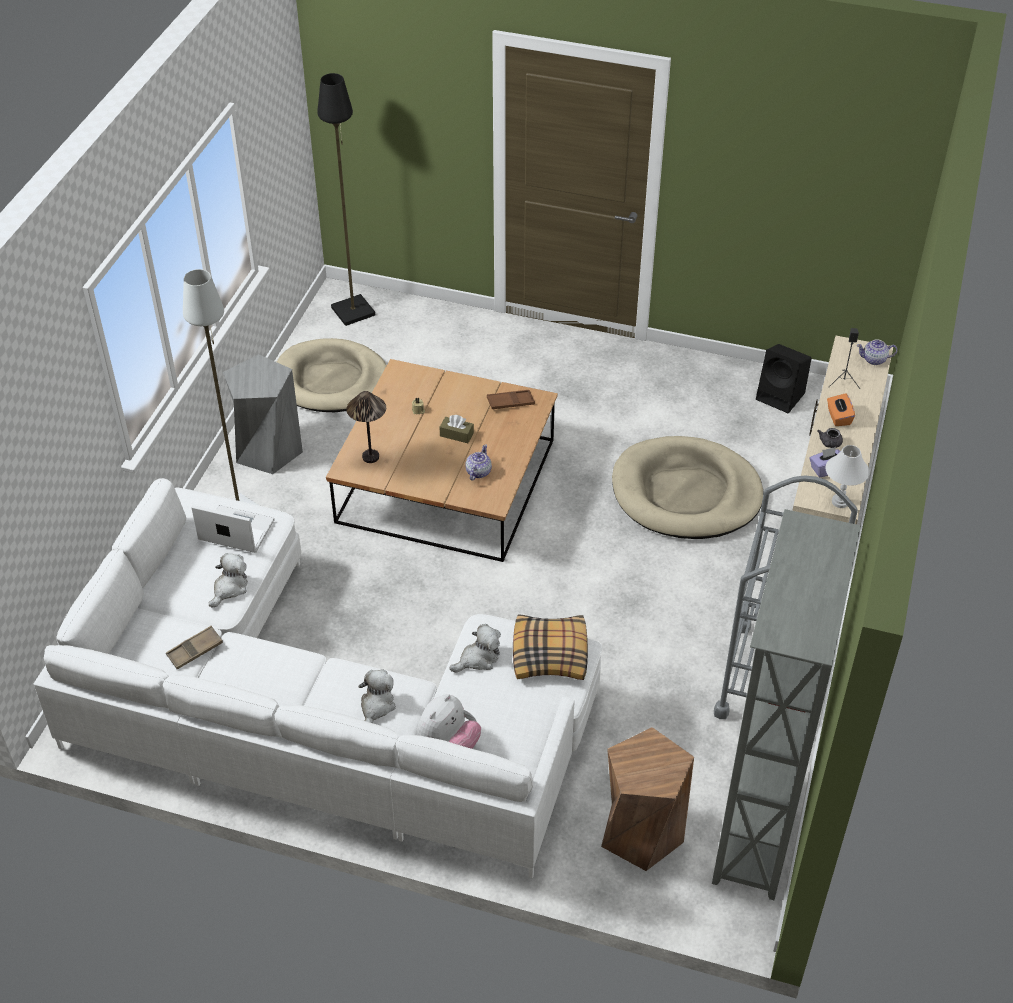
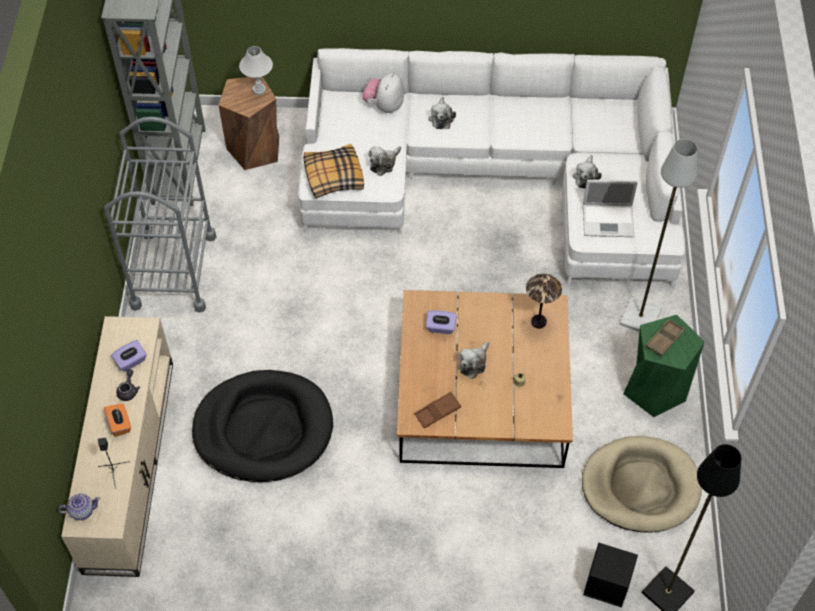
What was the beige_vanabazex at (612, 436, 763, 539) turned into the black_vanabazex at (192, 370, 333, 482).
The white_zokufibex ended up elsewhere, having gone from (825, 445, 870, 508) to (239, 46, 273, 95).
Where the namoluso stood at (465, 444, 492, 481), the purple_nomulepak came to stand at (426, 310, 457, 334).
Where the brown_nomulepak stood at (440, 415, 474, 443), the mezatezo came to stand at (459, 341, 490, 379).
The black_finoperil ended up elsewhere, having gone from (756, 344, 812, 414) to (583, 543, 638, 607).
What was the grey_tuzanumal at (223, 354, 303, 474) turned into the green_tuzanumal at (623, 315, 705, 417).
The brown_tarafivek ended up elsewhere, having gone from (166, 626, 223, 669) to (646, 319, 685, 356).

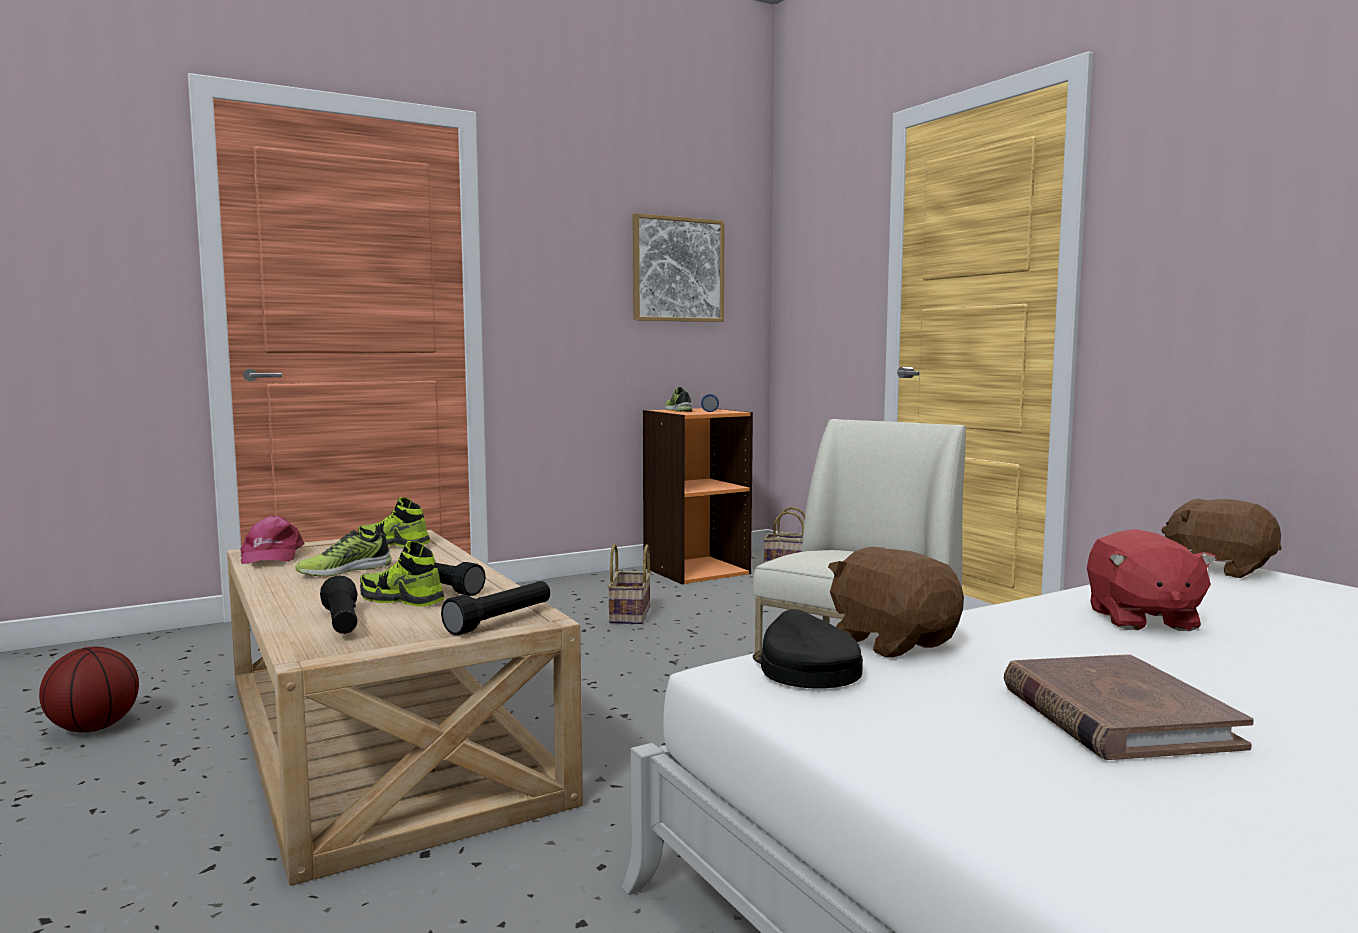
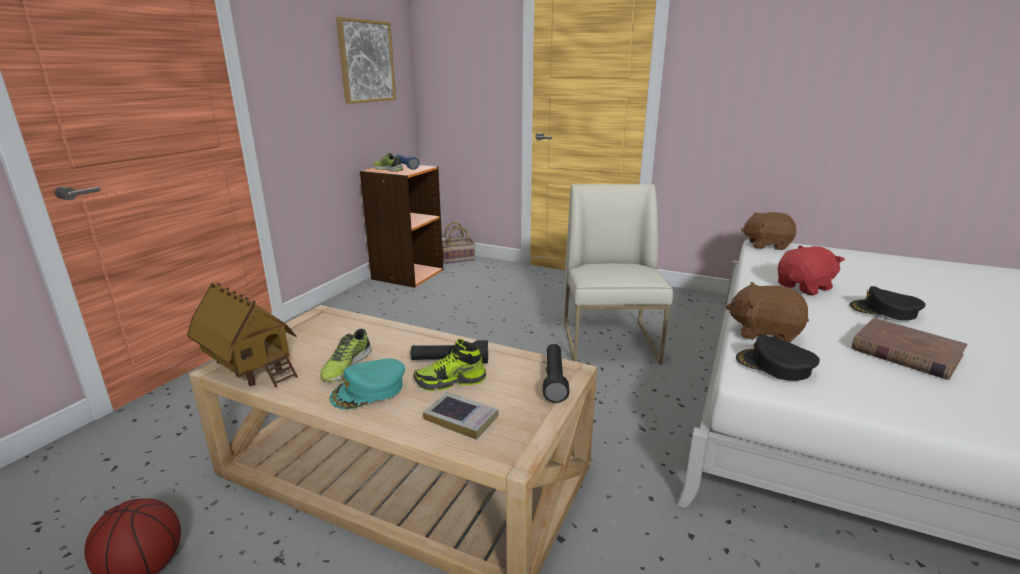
Where the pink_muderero stood at (240, 515, 304, 564), the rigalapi came to stand at (187, 283, 298, 387).
The second view gained the turquoise_muderero at (329, 358, 405, 409).
Where the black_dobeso stood at (320, 575, 358, 634), the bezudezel came to stand at (423, 392, 499, 440).
The red_mezatezo at (1087, 529, 1217, 631) ended up facing another way, 90 degrees counterclockwise from before.
The second view gained the black_muderero at (850, 286, 925, 320).
The second view lost the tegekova at (358, 497, 430, 547).
The second view lost the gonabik at (608, 544, 651, 624).

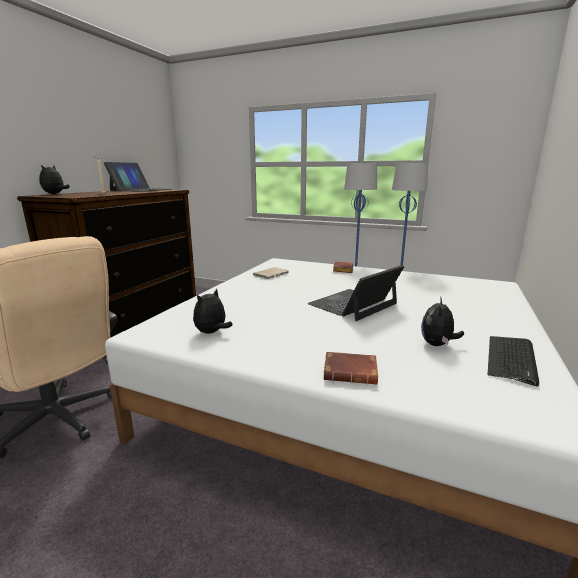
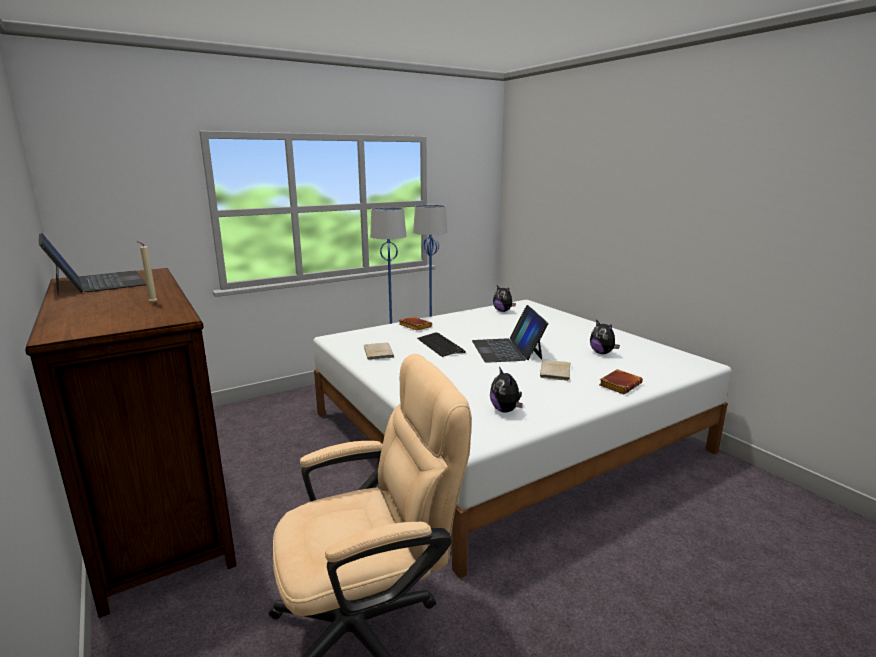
The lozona ended up elsewhere, having gone from (488, 336, 539, 387) to (417, 332, 466, 357).
The mezatezo ended up elsewhere, having gone from (39, 165, 70, 194) to (493, 285, 516, 312).
The second view gained the beige_bezudezel at (540, 360, 570, 381).

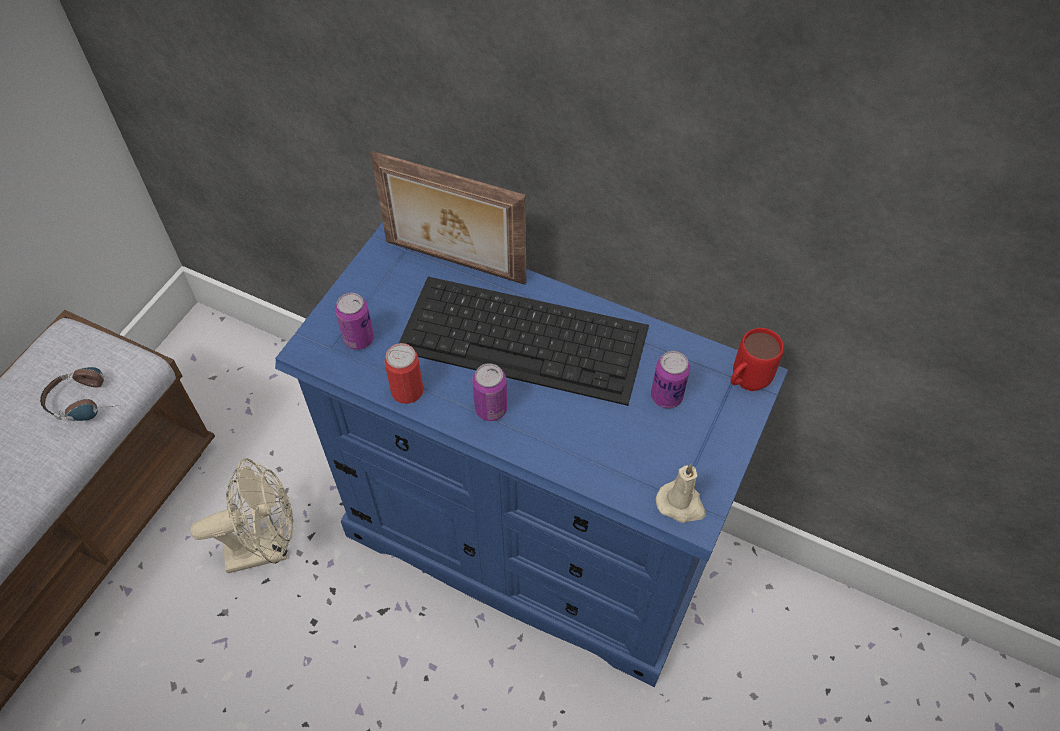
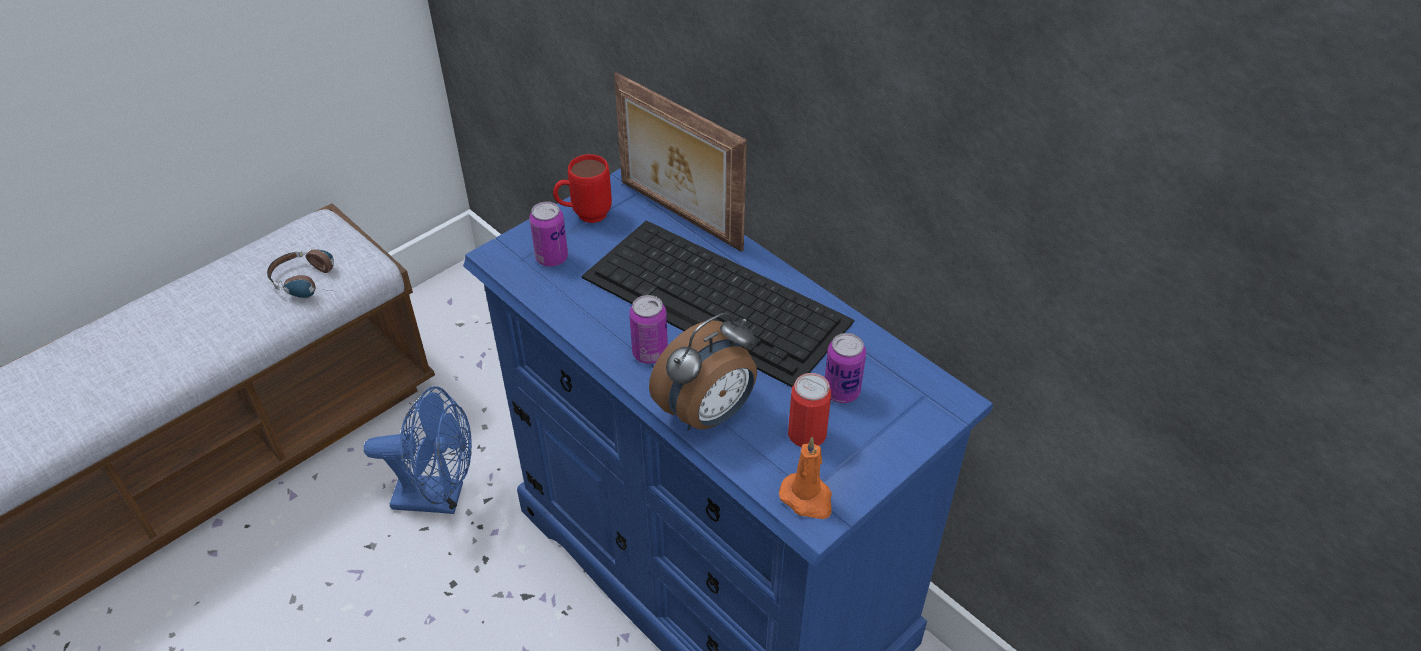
What was the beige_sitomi at (190, 458, 293, 573) turned into the blue_sitomi at (364, 386, 472, 514).
The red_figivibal ended up elsewhere, having gone from (730, 328, 784, 391) to (553, 154, 612, 223).
The second view gained the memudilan at (649, 313, 757, 431).
What was the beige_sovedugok at (656, 464, 706, 523) turned into the orange_sovedugok at (779, 437, 832, 519).
The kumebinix ended up elsewhere, having gone from (384, 343, 424, 404) to (788, 373, 831, 447).

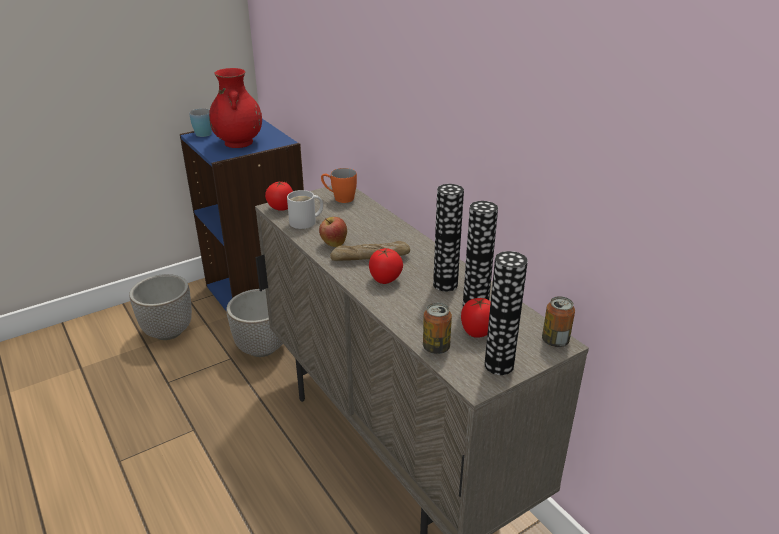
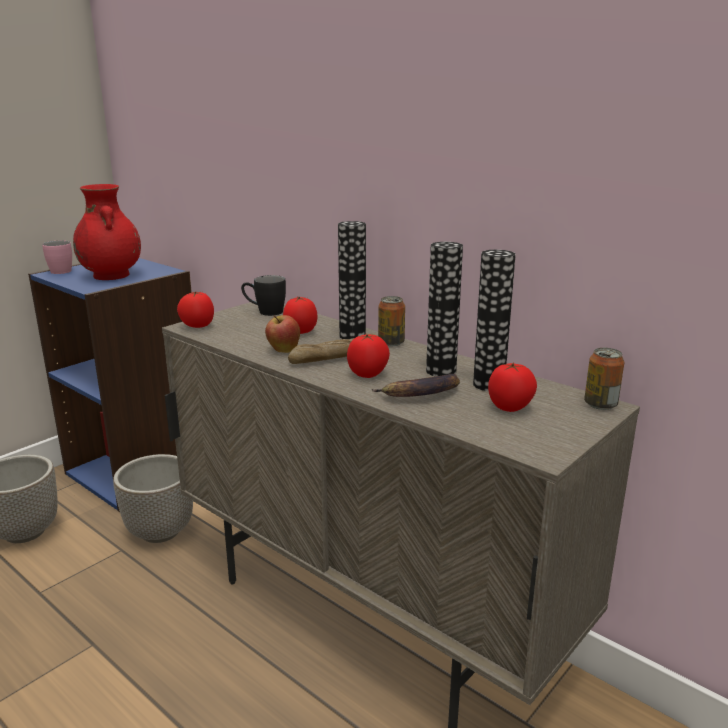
What was the blue_figivibal at (189, 109, 212, 137) turned into the pink_figivibal at (42, 241, 72, 274).
What was the orange_figivibal at (321, 168, 357, 203) turned into the black_figivibal at (241, 275, 286, 316).
The second view gained the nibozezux at (283, 296, 317, 334).
The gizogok ended up elsewhere, having gone from (484, 251, 528, 375) to (338, 221, 366, 339).
The second view gained the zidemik at (372, 374, 460, 397).
The kumebinix ended up elsewhere, having gone from (423, 303, 452, 354) to (378, 296, 405, 346).
The second view lost the white_figivibal at (287, 190, 323, 229).

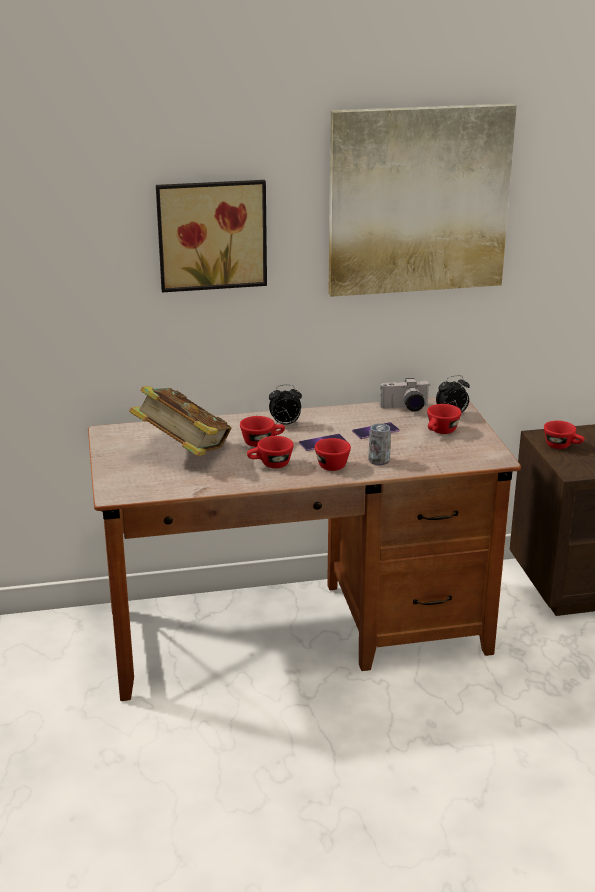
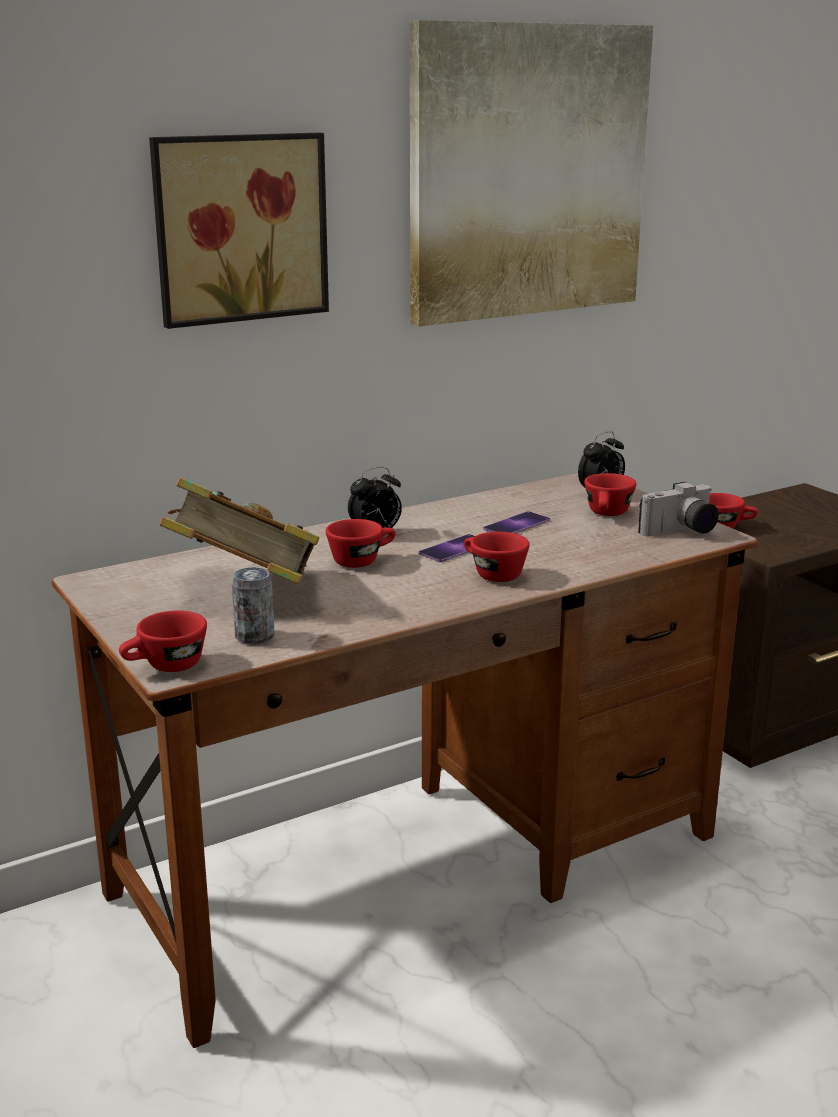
The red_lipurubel ended up elsewhere, having gone from (247, 436, 294, 468) to (119, 610, 207, 672).
The kumebinix ended up elsewhere, having gone from (369, 423, 391, 465) to (232, 567, 275, 644).
The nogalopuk ended up elsewhere, having gone from (380, 378, 429, 412) to (638, 482, 719, 536).

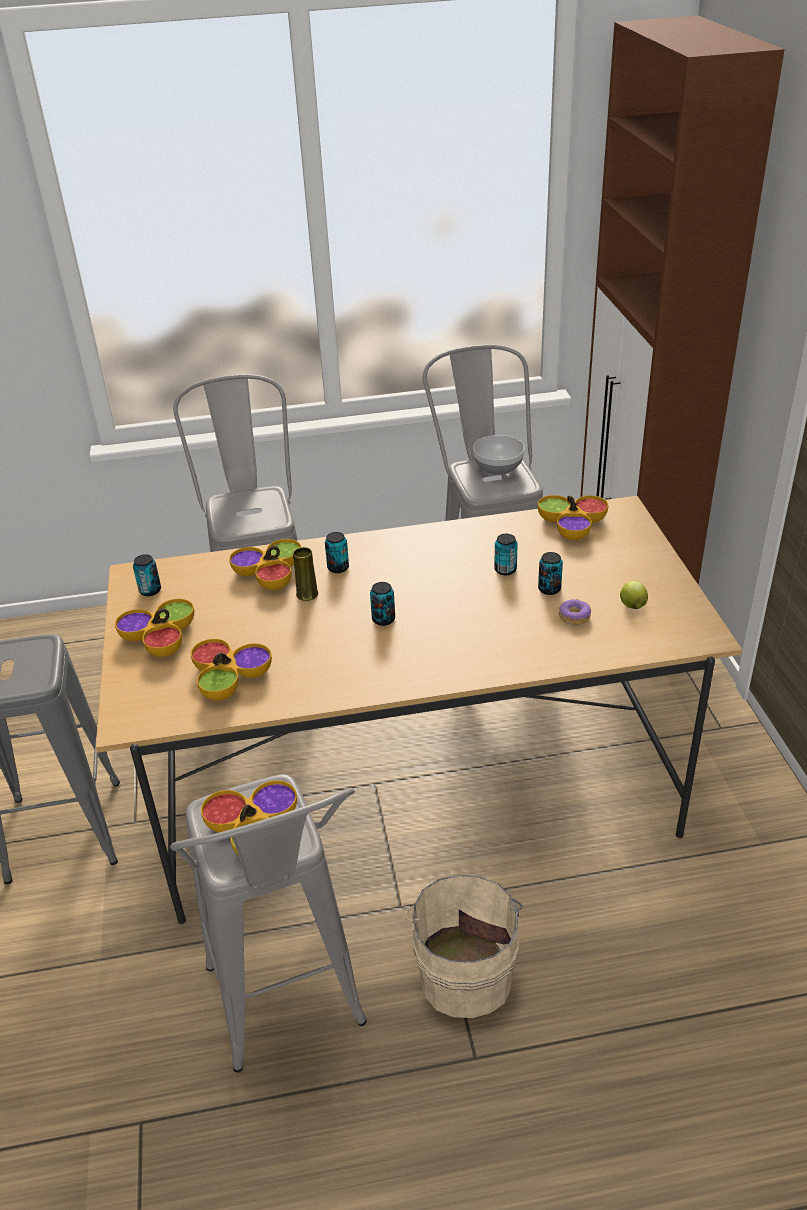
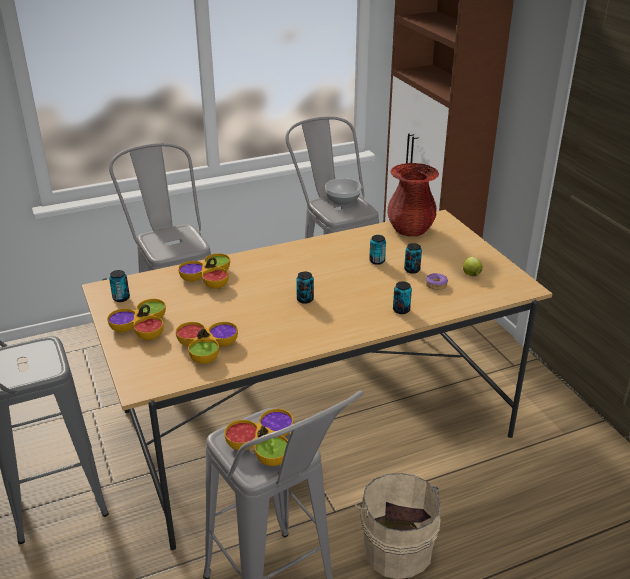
Where the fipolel stood at (538, 495, 609, 540), the red_gizogok came to stand at (387, 163, 439, 236).
The kumebinix ended up elsewhere, having gone from (325, 532, 349, 573) to (393, 281, 412, 314).
The second view lost the yellow_gizogok at (293, 547, 318, 601).

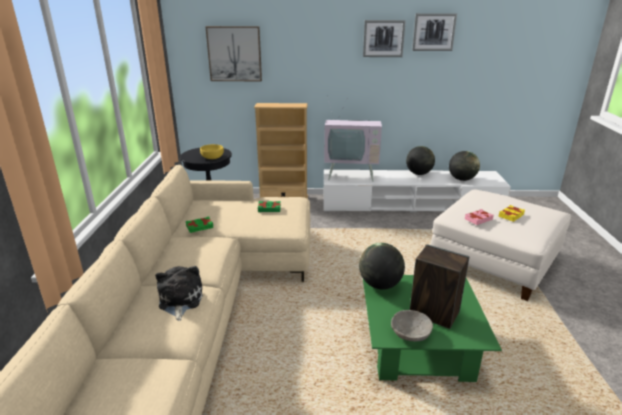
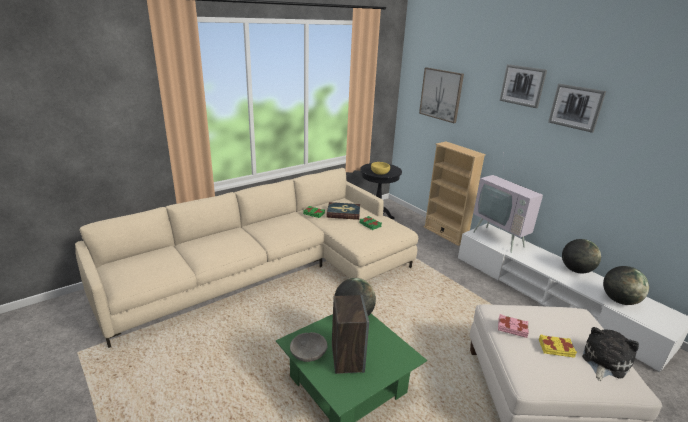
The second view gained the bezudezel at (326, 202, 360, 220).
The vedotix ended up elsewhere, having gone from (412, 13, 457, 51) to (500, 64, 547, 108).
The mezatezo ended up elsewhere, having gone from (155, 266, 203, 321) to (582, 327, 639, 381).

